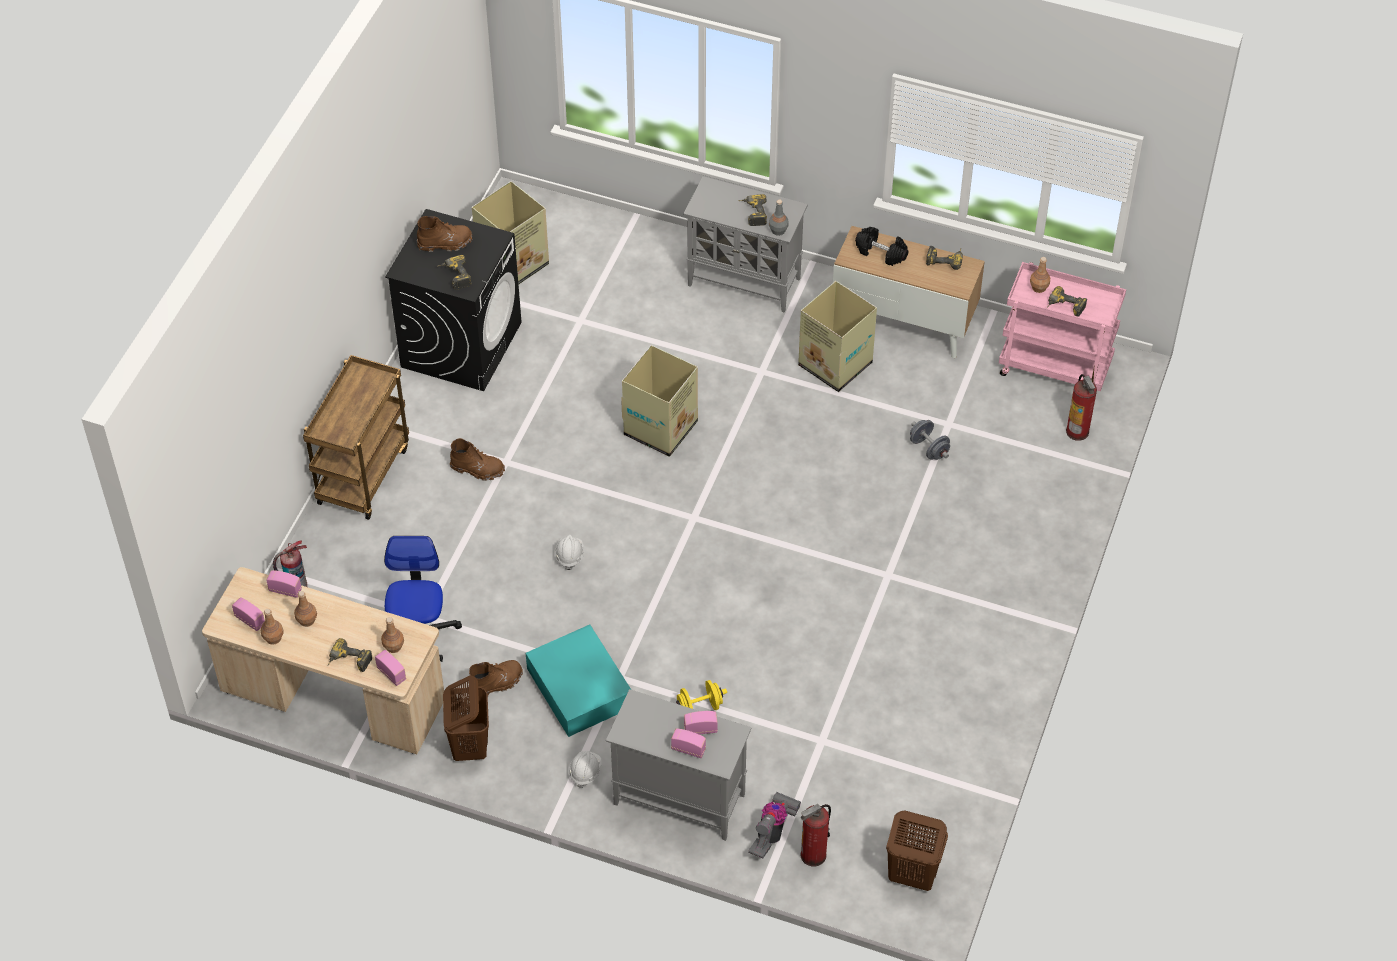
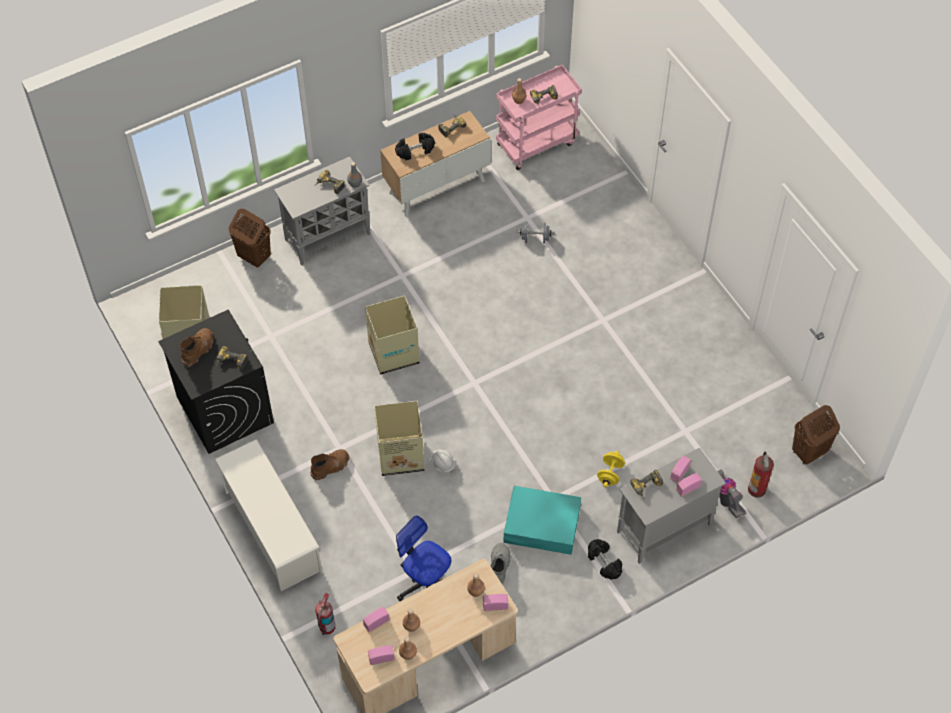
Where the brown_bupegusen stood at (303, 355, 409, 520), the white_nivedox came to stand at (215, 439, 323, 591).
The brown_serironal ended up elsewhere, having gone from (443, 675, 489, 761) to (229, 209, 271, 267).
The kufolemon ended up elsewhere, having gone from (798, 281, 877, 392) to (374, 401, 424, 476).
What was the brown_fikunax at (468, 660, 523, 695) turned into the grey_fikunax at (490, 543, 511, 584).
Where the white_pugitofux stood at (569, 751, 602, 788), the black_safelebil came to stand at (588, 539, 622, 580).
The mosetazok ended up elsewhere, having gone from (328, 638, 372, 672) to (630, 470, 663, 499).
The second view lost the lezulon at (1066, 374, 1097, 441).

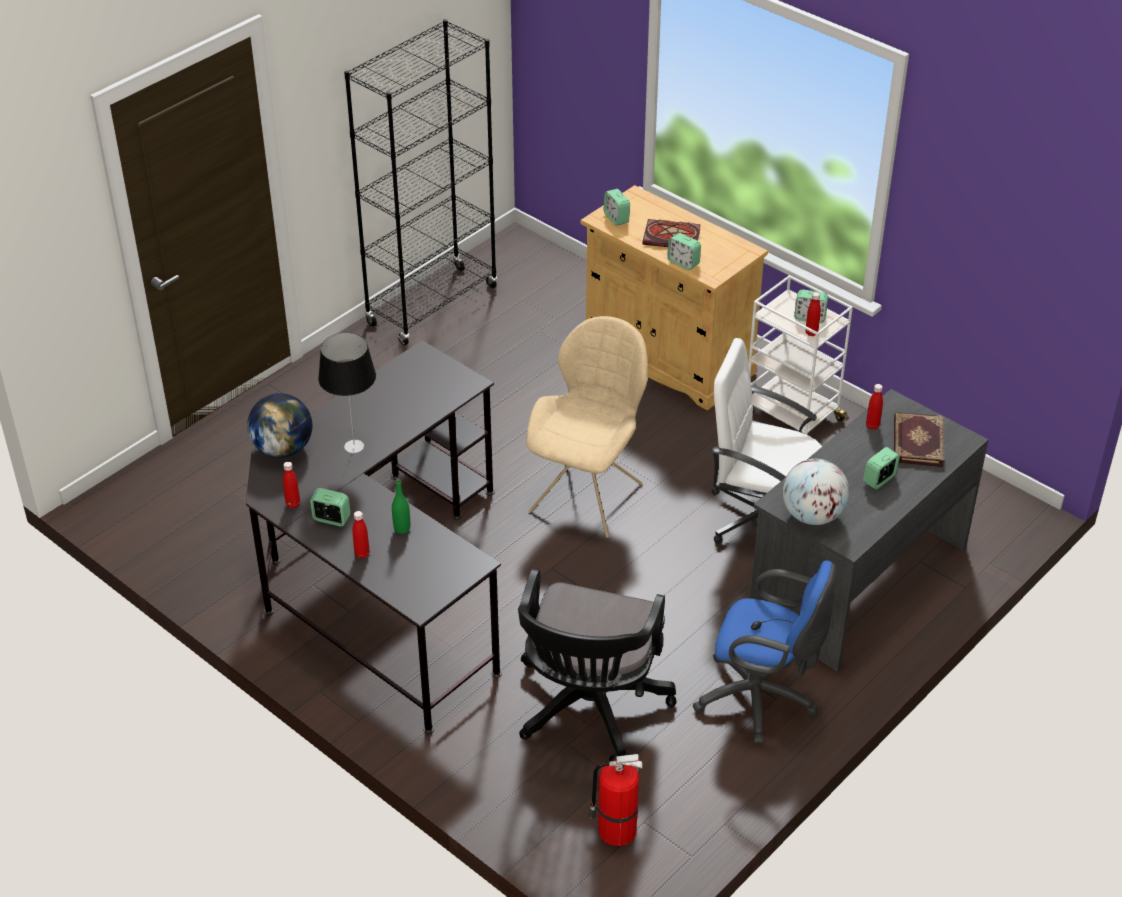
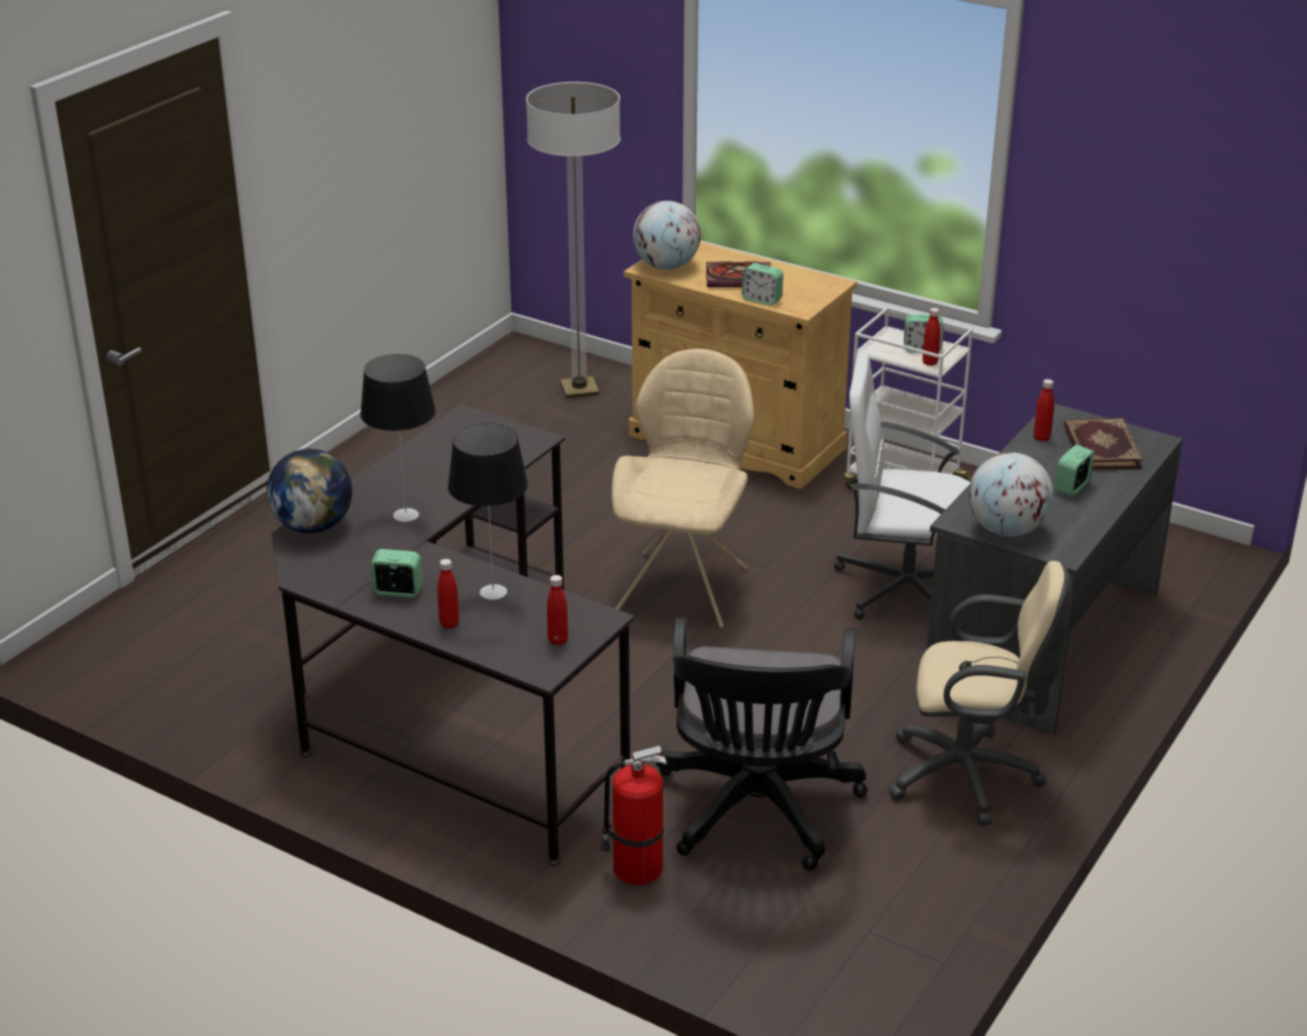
Where the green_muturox stood at (392, 478, 410, 534), the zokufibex came to stand at (448, 423, 528, 600).
The second view gained the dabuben at (526, 82, 621, 399).
The red_muturox ended up elsewhere, having gone from (283, 462, 300, 509) to (547, 575, 568, 645).
The lezulon ended up elsewhere, having gone from (588, 754, 642, 846) to (600, 746, 667, 885).
Where the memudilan stood at (604, 189, 630, 226), the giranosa came to stand at (633, 201, 701, 270).
What was the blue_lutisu at (693, 560, 836, 744) turned into the beige_lutisu at (889, 561, 1072, 826).
The second view lost the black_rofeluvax at (344, 19, 498, 345).

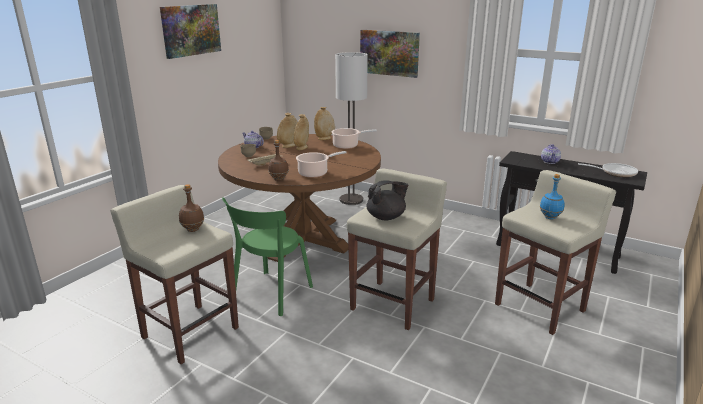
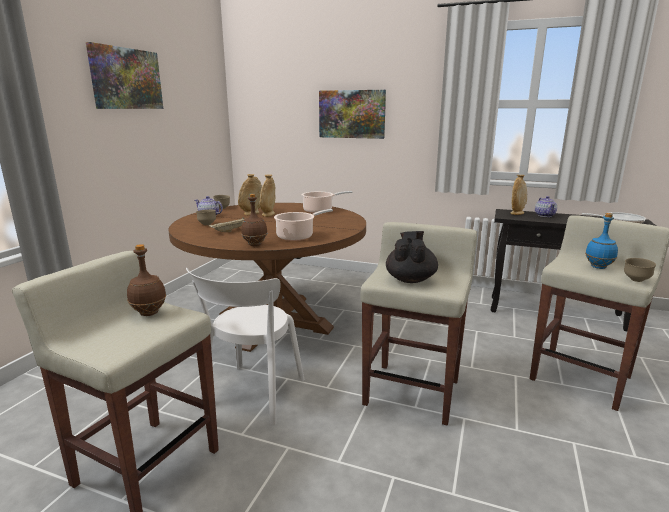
What was the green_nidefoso at (222, 197, 313, 316) turned into the white_nidefoso at (186, 268, 304, 425).
The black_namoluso at (367, 180, 408, 220) ended up facing another way, 45 degrees counterclockwise from before.
The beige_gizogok ended up elsewhere, having gone from (314, 107, 335, 140) to (510, 175, 527, 215).
The second view gained the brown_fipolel at (624, 258, 656, 282).
The second view lost the dabuben at (335, 52, 368, 205).

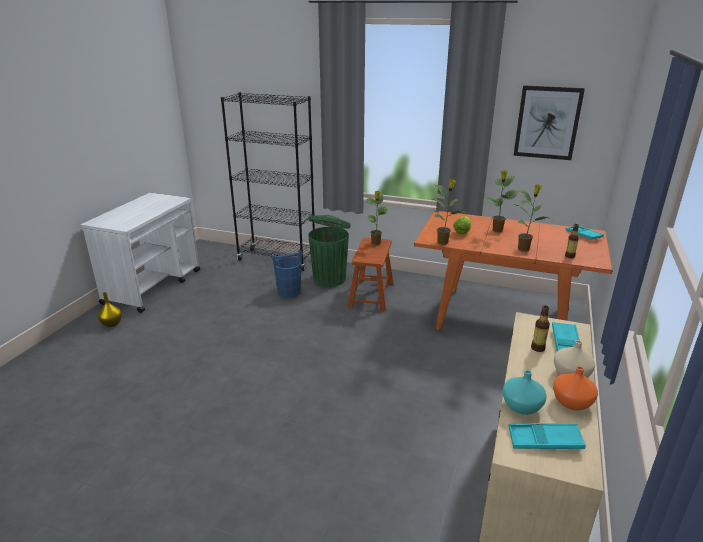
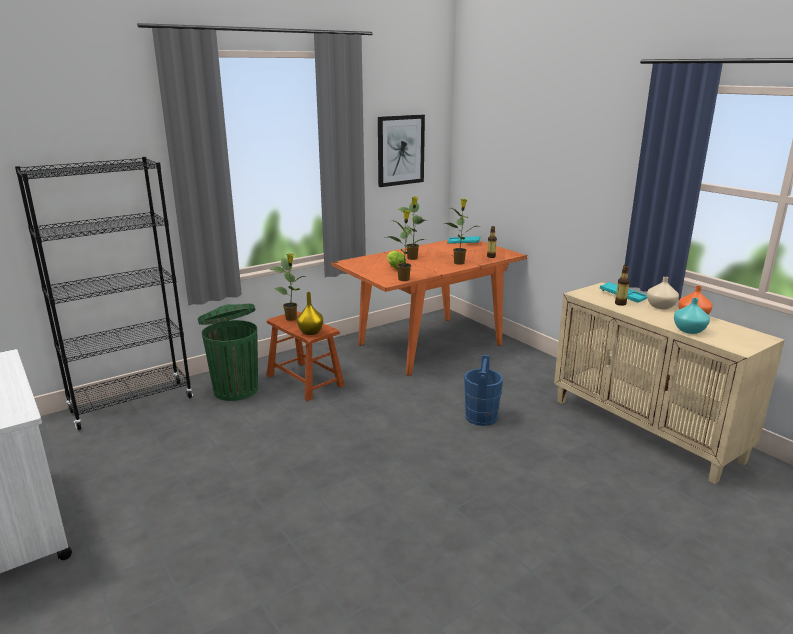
The yellow_gizogok ended up elsewhere, having gone from (98, 292, 122, 327) to (297, 292, 323, 335).
The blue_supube ended up elsewhere, having gone from (272, 250, 302, 298) to (464, 355, 503, 426).
The second view lost the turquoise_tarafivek at (509, 423, 586, 449).

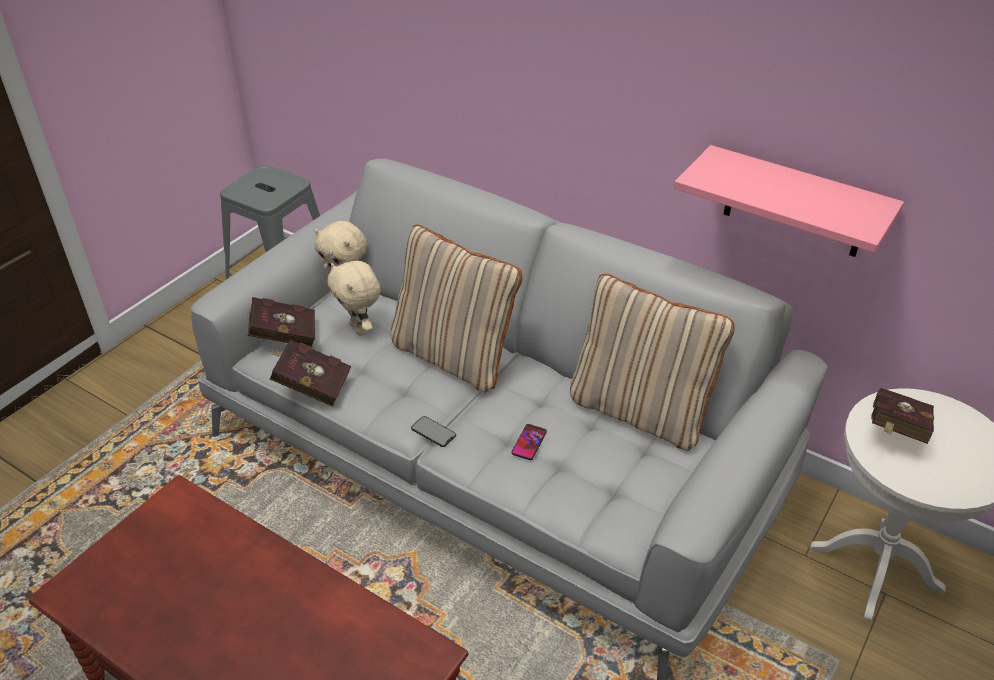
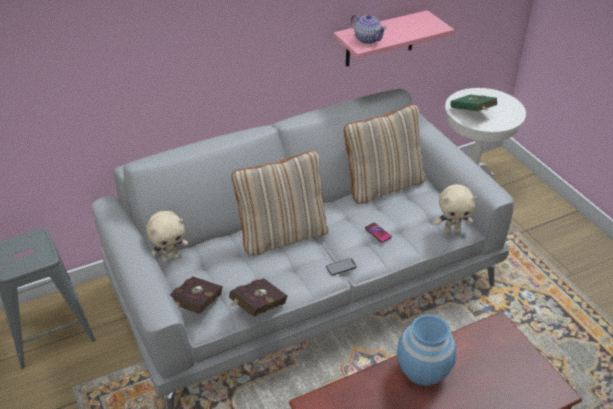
The second view gained the namoluso at (351, 14, 387, 44).
The second view gained the blue_gizogok at (397, 314, 457, 386).
The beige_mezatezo ended up elsewhere, having gone from (327, 261, 381, 335) to (434, 184, 477, 233).
What was the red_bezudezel at (871, 388, 934, 444) turned into the green_bezudezel at (450, 94, 498, 111).

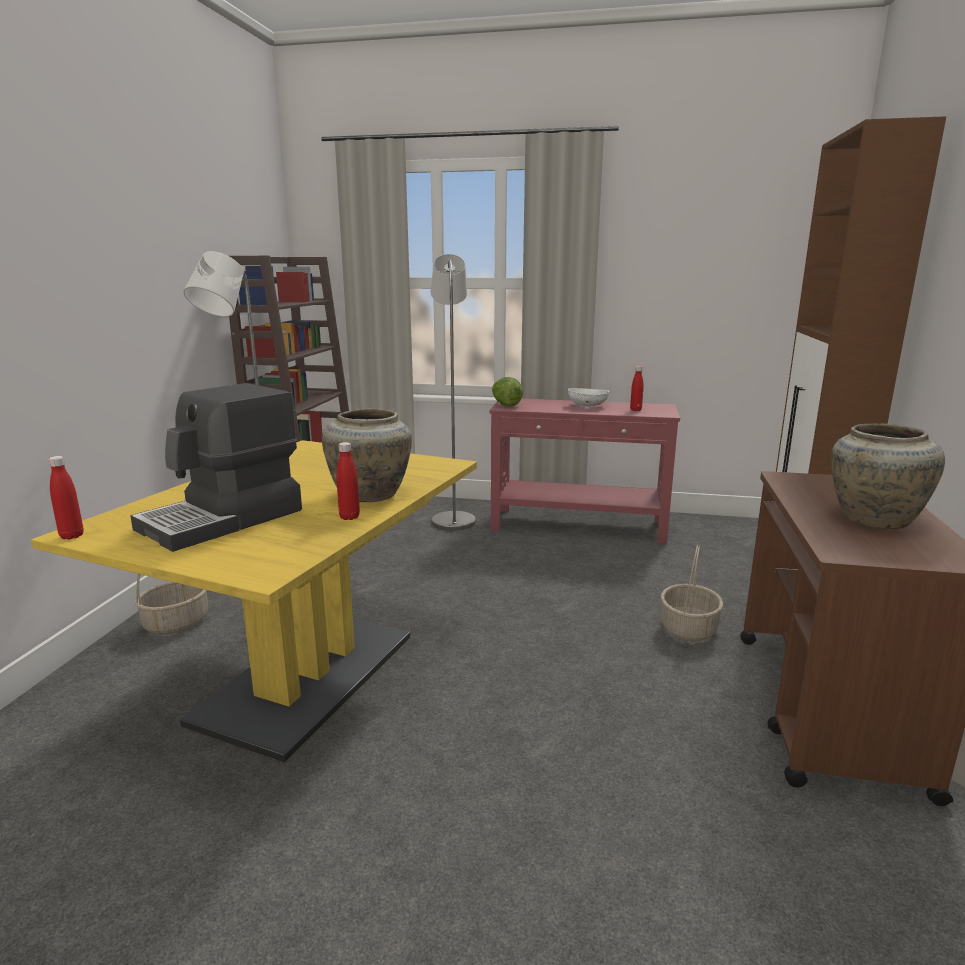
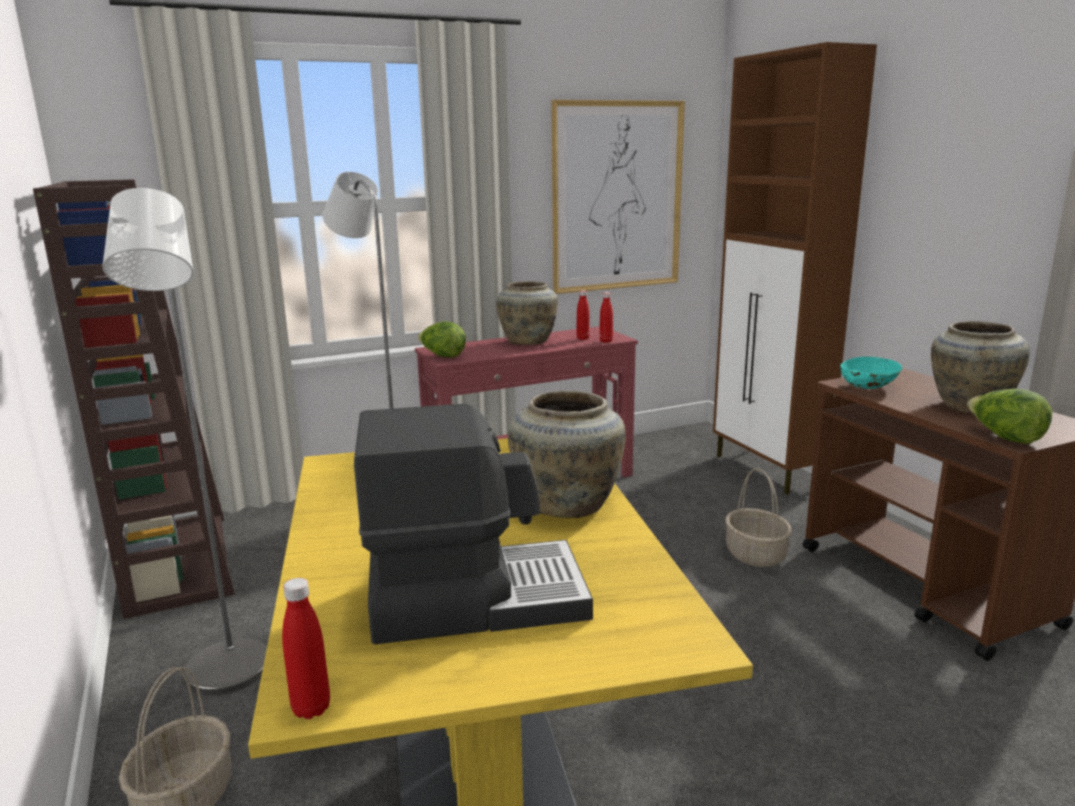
The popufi at (130, 383, 302, 552) ended up facing another way, 105 degrees counterclockwise from before.
Where the white_fipolel stood at (568, 388, 610, 407), the beige_gizogok came to stand at (497, 281, 558, 345).
The second view gained the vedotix at (551, 100, 685, 294).
The red_muturox ended up elsewhere, having gone from (337, 442, 360, 520) to (600, 292, 613, 343).
The second view gained the turquoise_fipolel at (840, 357, 902, 389).
The second view gained the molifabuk at (967, 389, 1052, 444).

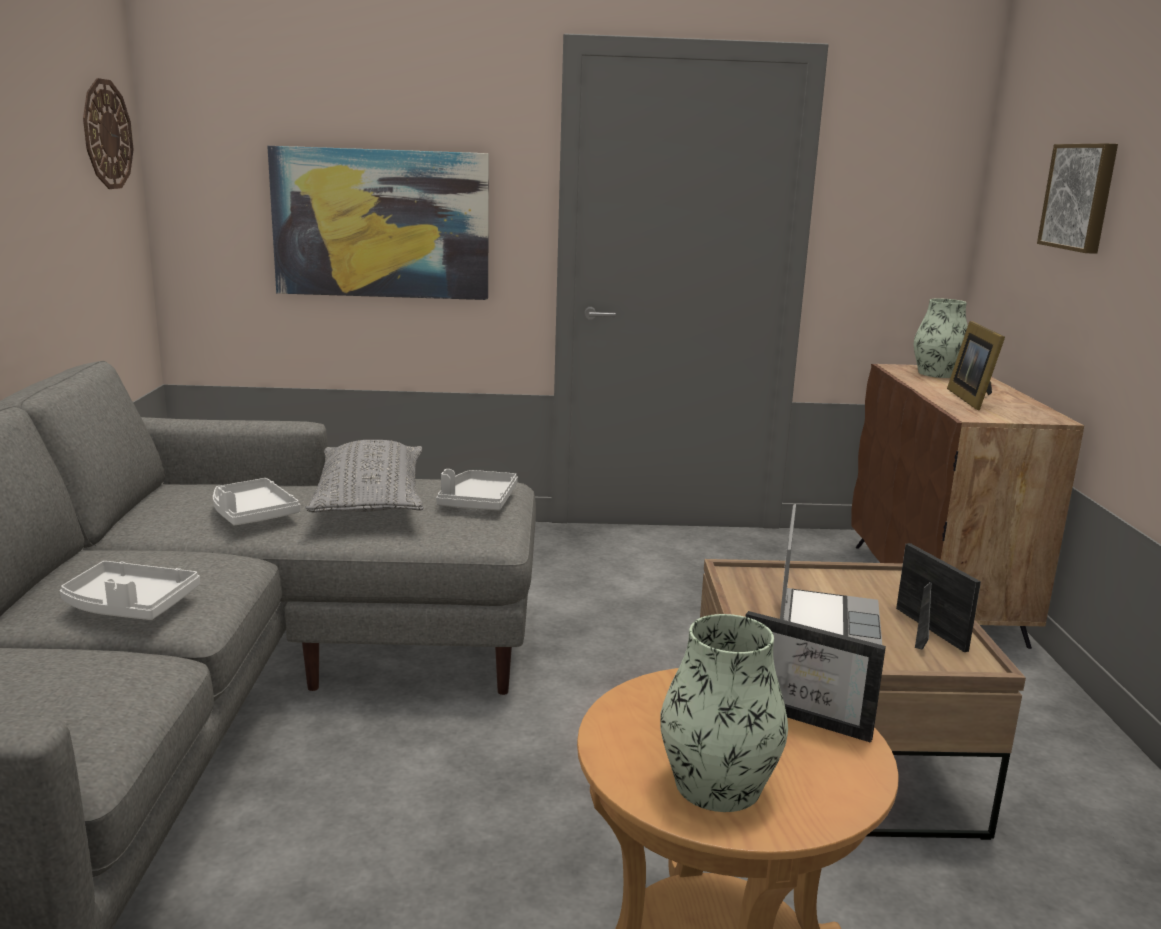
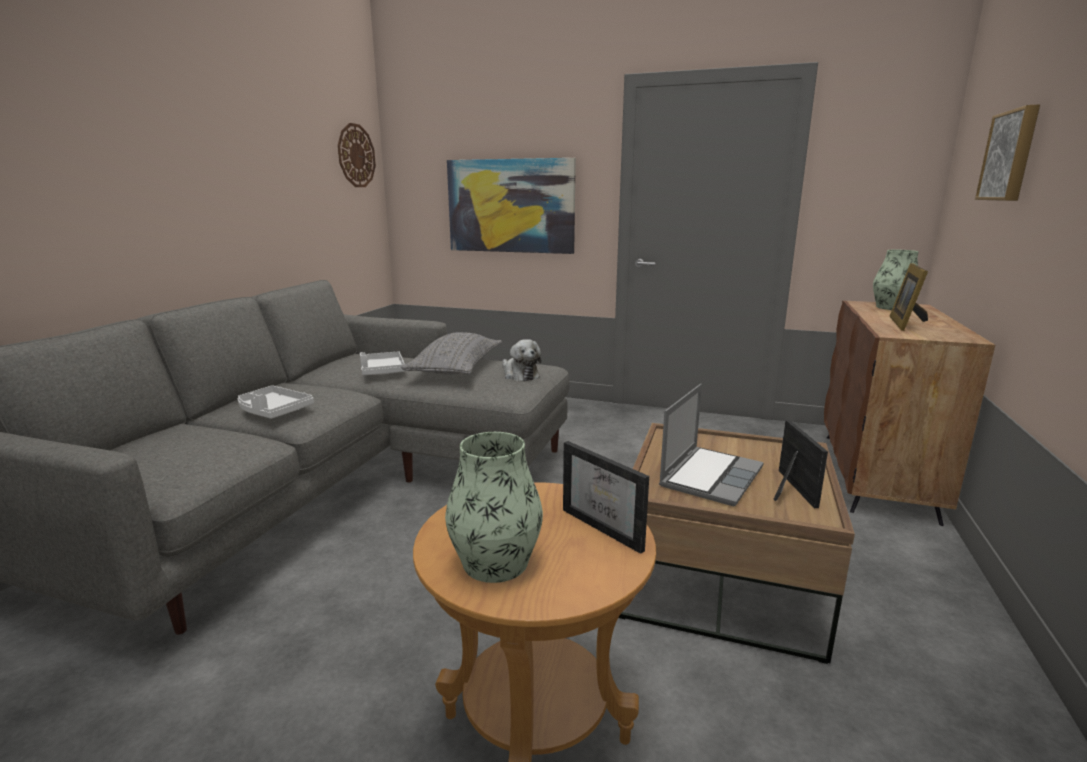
Where the grey_tarafivek stood at (436, 469, 518, 510), the mezatezo came to stand at (502, 339, 541, 381).

